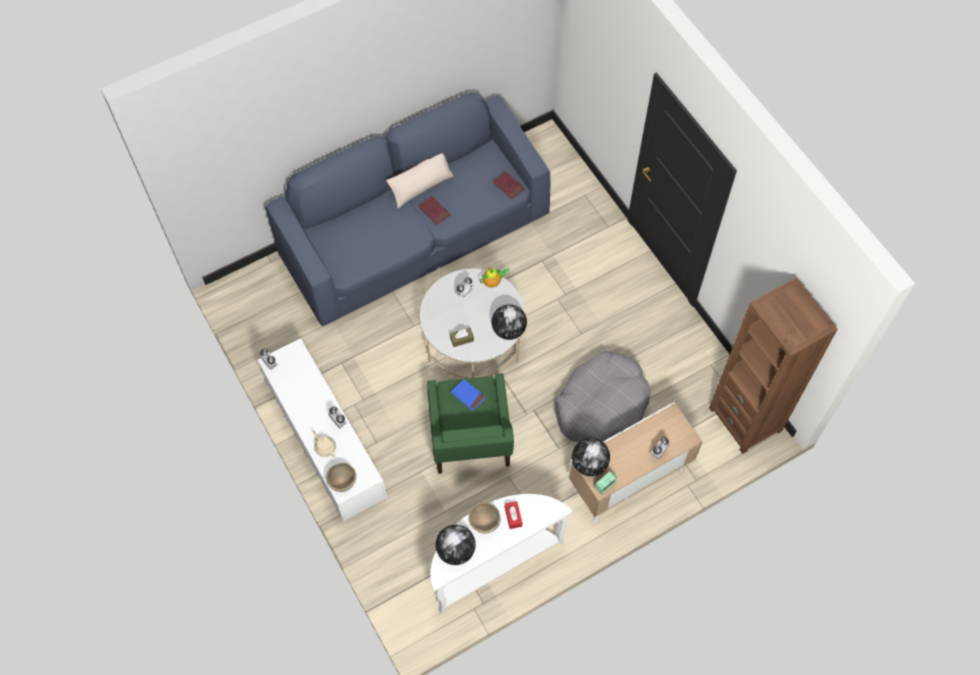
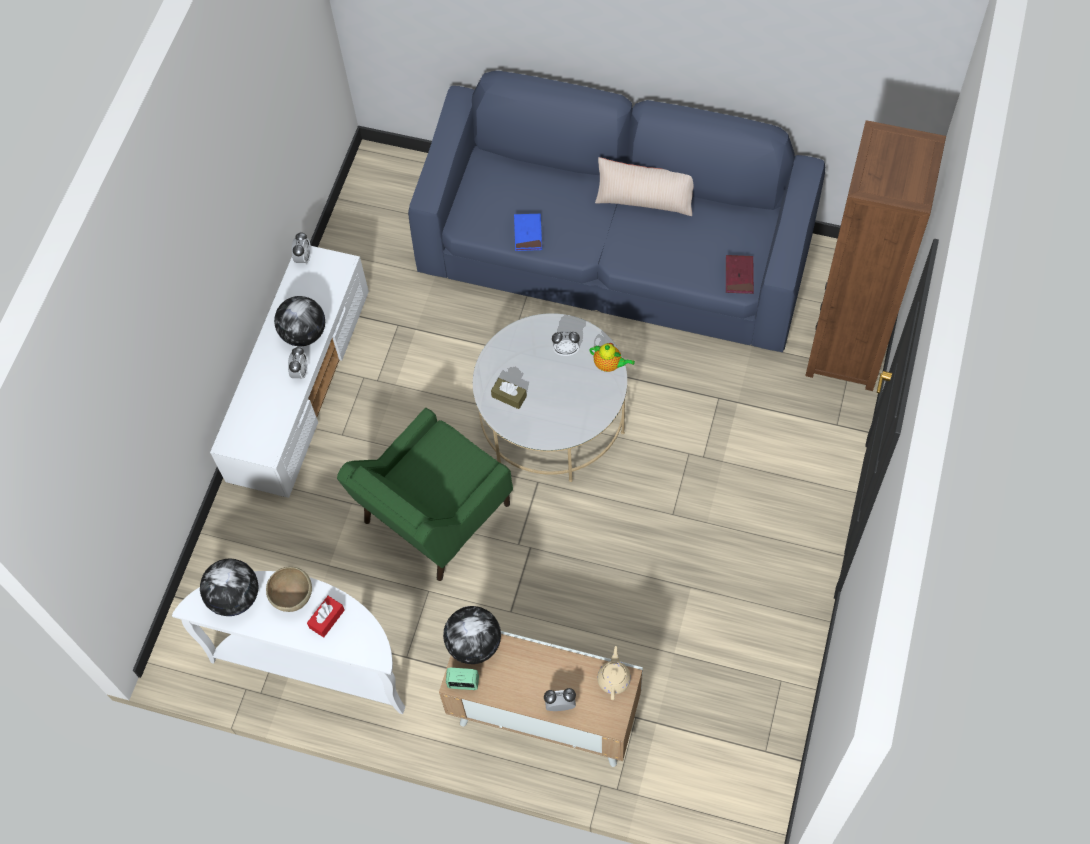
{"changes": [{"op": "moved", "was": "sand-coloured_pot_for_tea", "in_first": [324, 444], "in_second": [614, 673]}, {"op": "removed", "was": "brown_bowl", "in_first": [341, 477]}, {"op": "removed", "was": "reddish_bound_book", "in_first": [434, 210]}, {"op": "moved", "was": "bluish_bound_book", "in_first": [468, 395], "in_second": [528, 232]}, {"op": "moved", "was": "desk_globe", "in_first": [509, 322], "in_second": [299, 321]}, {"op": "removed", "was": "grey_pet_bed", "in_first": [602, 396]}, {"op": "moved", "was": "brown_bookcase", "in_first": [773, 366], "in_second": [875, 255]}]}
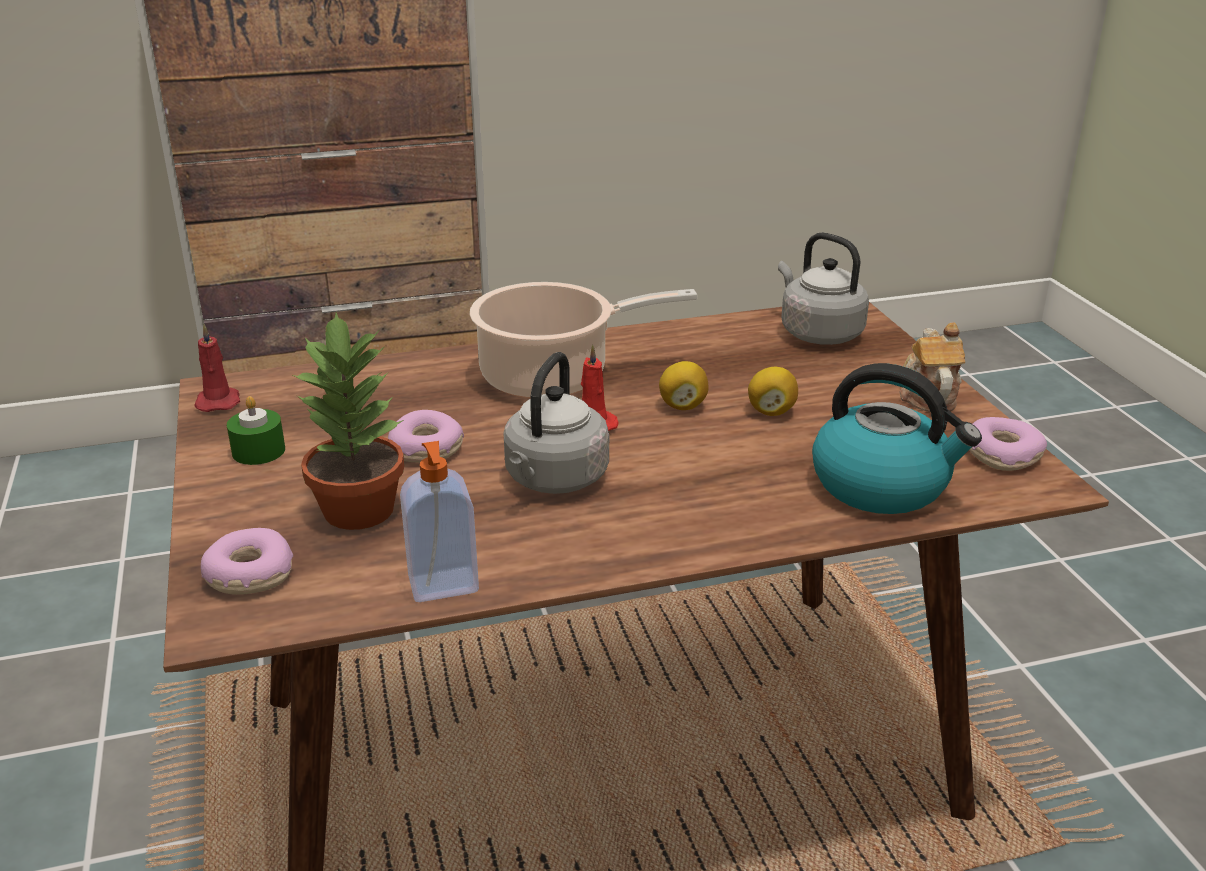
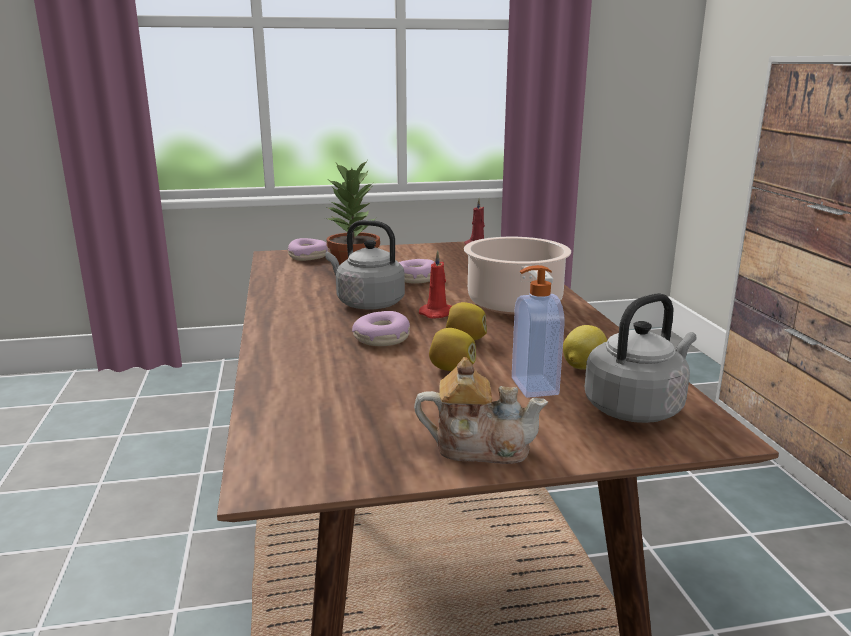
{"changes": [{"op": "removed", "was": "green_candle", "in_first": [256, 430]}, {"op": "moved", "was": "liquid_soap_bottle", "in_first": [439, 521], "in_second": [538, 331]}, {"op": "removed", "was": "water_kettle", "in_first": [897, 438]}, {"op": "moved", "was": "doughnut", "in_first": [1008, 444], "in_second": [381, 328]}, {"op": "added", "now": "lemon", "in_second": [585, 347]}]}
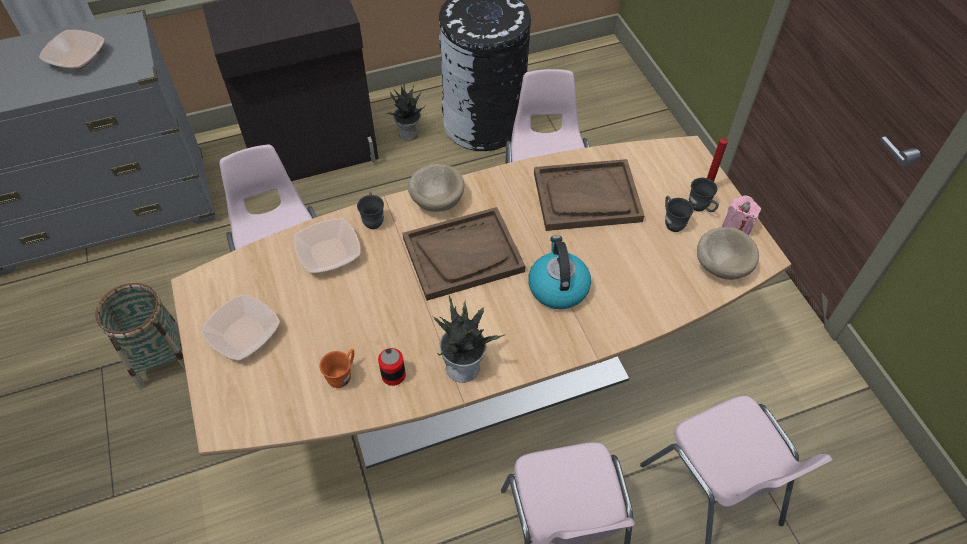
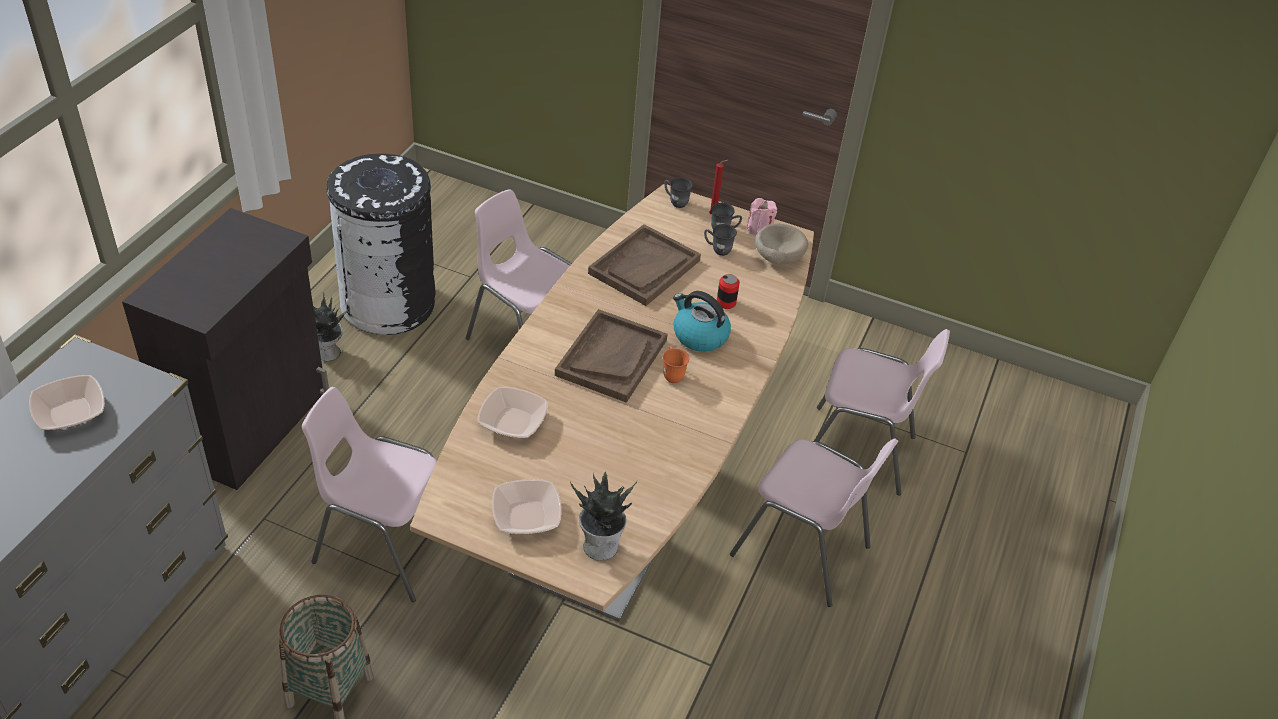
{"changes": [{"op": "moved", "was": "orange-coloured_coffee_mug", "in_first": [336, 368], "in_second": [676, 364]}, {"op": "moved", "was": "grey_coffee_mug", "in_first": [370, 210], "in_second": [678, 192]}, {"op": "moved", "was": "sealed_can", "in_first": [392, 367], "in_second": [728, 291]}, {"op": "removed", "was": "sand-coloured_bowl", "in_first": [435, 188]}, {"op": "moved", "was": "houseplant", "in_first": [468, 339], "in_second": [603, 516]}]}
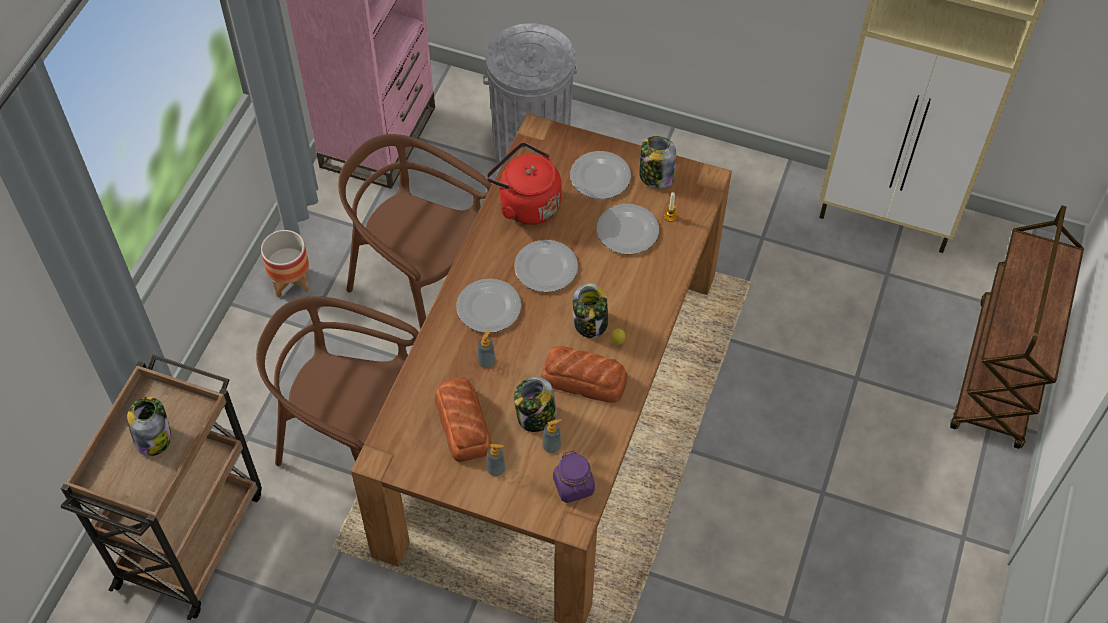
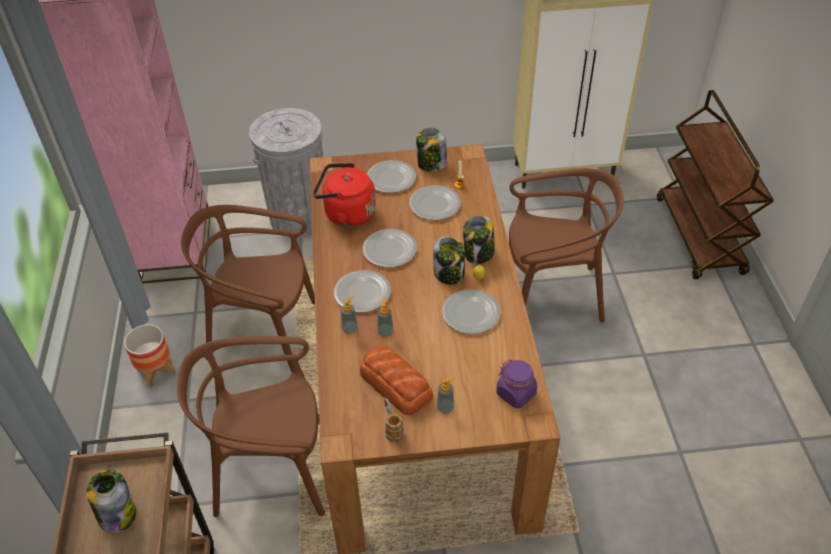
{"changes": [{"op": "moved", "was": "preserve_jar", "in_first": [535, 404], "in_second": [479, 240]}, {"op": "replaced", "was": "bakery_bread", "now": "dinner_plate", "in_first": [584, 374], "in_second": [471, 312]}, {"op": "moved", "was": "liquid_soap_bottle", "in_first": [552, 436], "in_second": [349, 315]}, {"op": "added", "now": "coffee_mug", "in_second": [394, 420]}, {"op": "added", "now": "brown_chair", "in_second": [566, 245]}]}
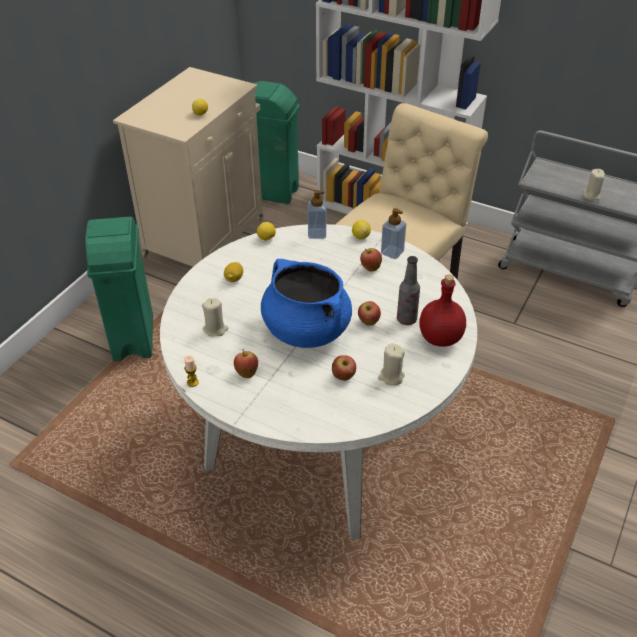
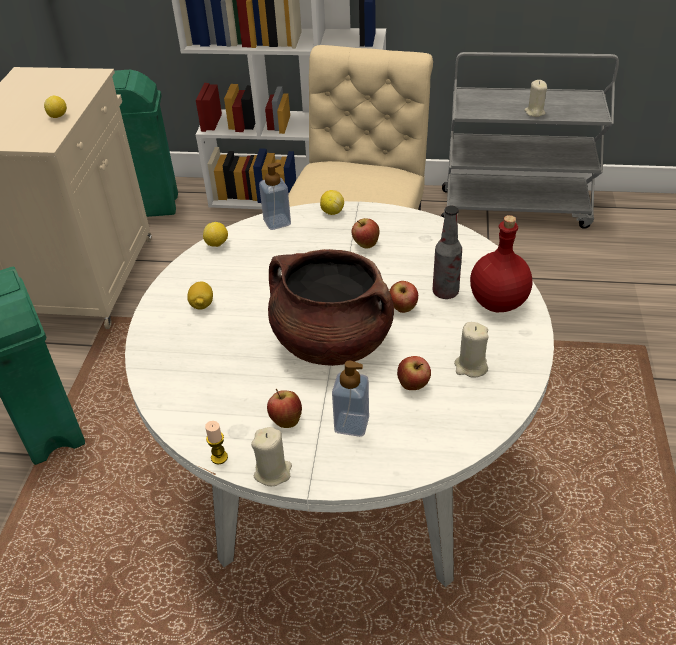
{"changes": [{"op": "moved", "was": "sand-coloured_candle", "in_first": [215, 317], "in_second": [271, 456]}, {"op": "recoloured", "was": "bluish_saucepot", "now": "brown_saucepot", "in_first": [306, 303], "in_second": [331, 307]}, {"op": "moved", "was": "liquid_soap_bottle", "in_first": [393, 233], "in_second": [350, 399]}]}
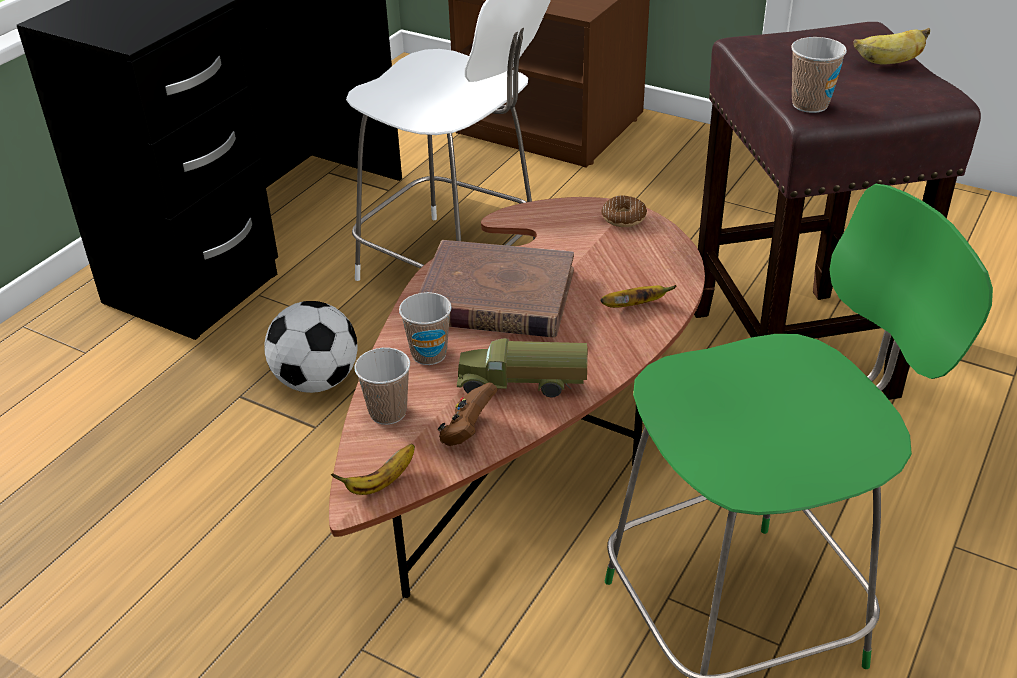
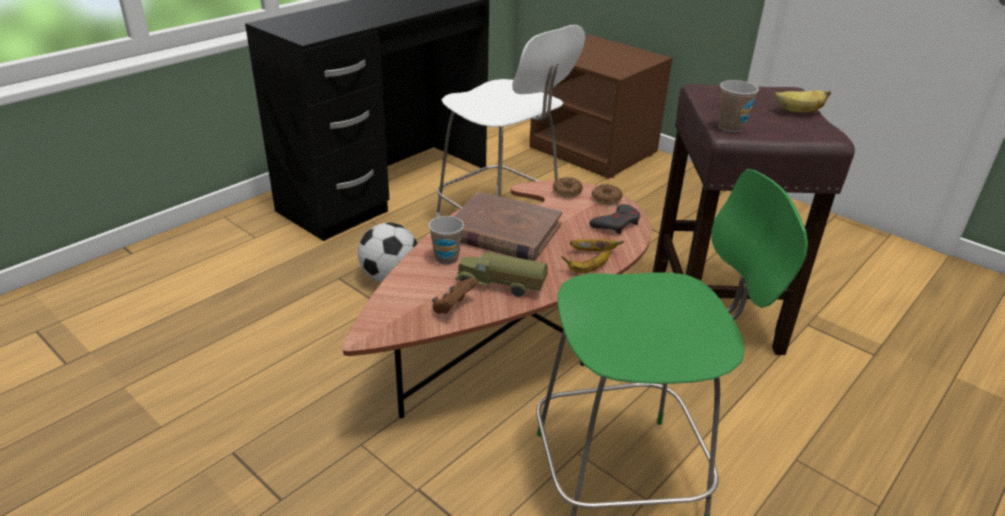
{"changes": [{"op": "moved", "was": "banana", "in_first": [373, 469], "in_second": [586, 262]}, {"op": "removed", "was": "small_cup", "in_first": [382, 386]}, {"op": "added", "now": "doughnut", "in_second": [568, 187]}, {"op": "added", "now": "grey_game_controller", "in_second": [614, 219]}]}
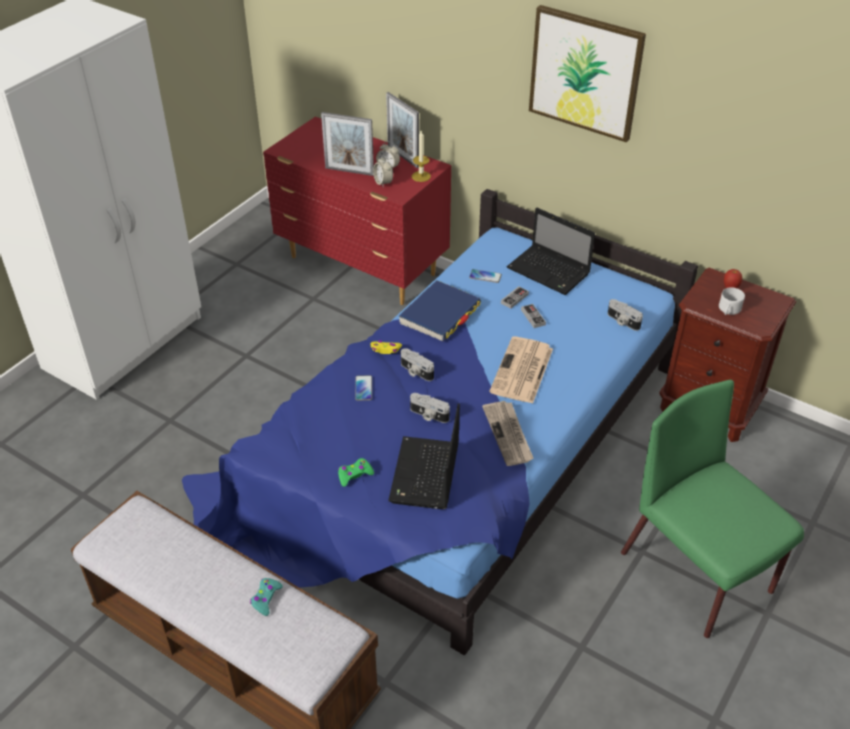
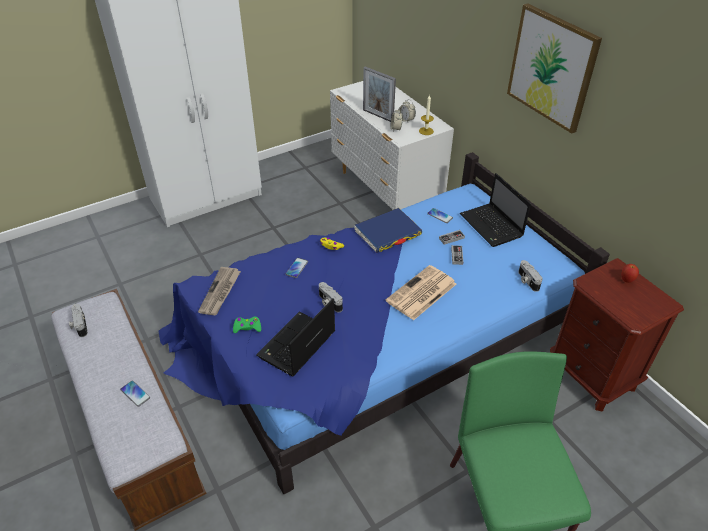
{"changes": [{"op": "replaced", "was": "blue-green_game_controller", "now": "handset", "in_first": [266, 597], "in_second": [135, 393]}, {"op": "recoloured", "was": "reddish_drawer_chest", "now": "white-coloured_drawer_chest", "in_first": [357, 211], "in_second": [392, 145]}, {"op": "removed", "was": "standing_frame", "in_first": [402, 130]}, {"op": "moved", "was": "still_camera", "in_first": [417, 364], "in_second": [78, 320]}, {"op": "moved", "was": "printed_paper", "in_first": [508, 433], "in_second": [219, 291]}, {"op": "removed", "was": "white-coloured_coffee_mug", "in_first": [732, 301]}]}
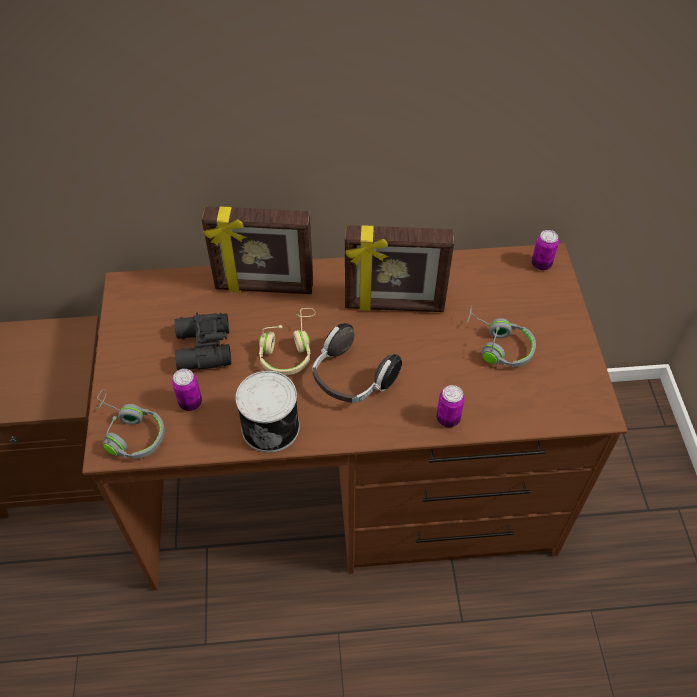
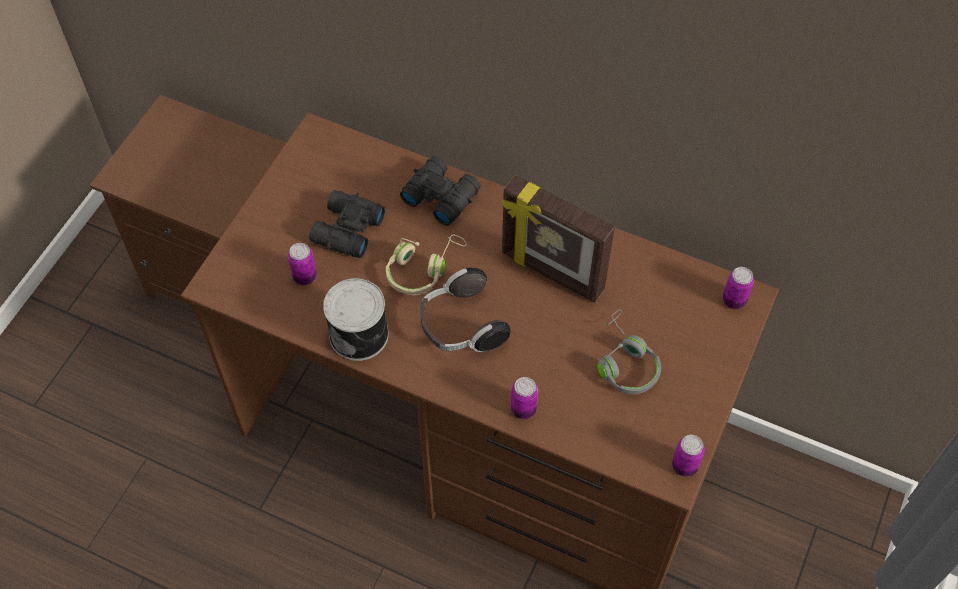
{"changes": [{"op": "removed", "was": "grey_headset", "in_first": [130, 424]}, {"op": "replaced", "was": "standing_frame", "now": "black_field_glasses", "in_first": [257, 250], "in_second": [440, 191]}, {"op": "added", "now": "sealed_can", "in_second": [688, 456]}]}
